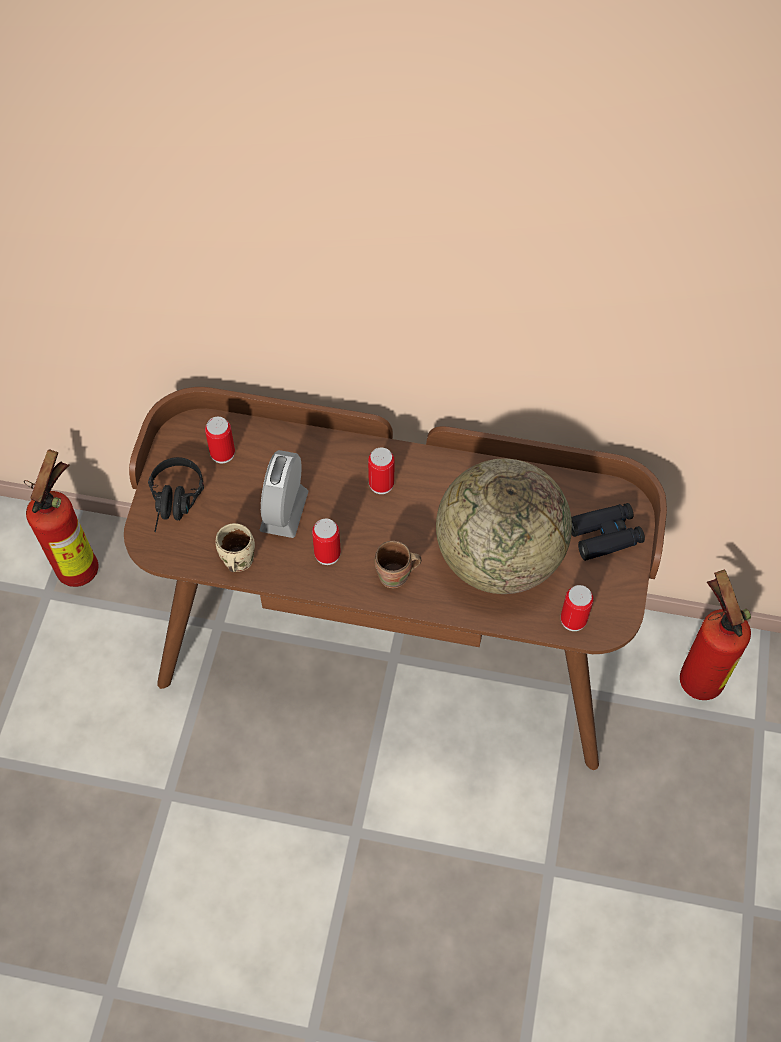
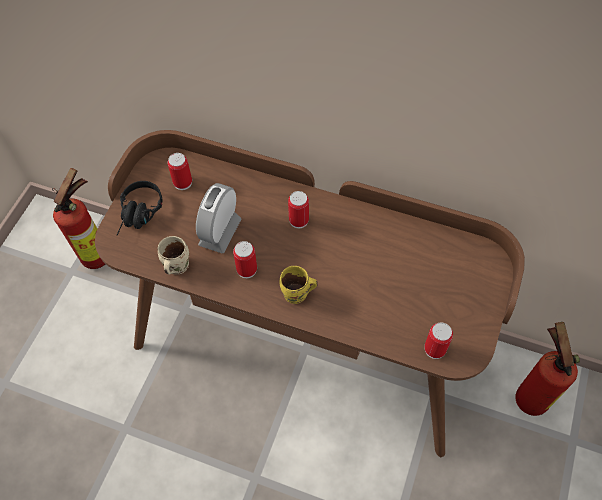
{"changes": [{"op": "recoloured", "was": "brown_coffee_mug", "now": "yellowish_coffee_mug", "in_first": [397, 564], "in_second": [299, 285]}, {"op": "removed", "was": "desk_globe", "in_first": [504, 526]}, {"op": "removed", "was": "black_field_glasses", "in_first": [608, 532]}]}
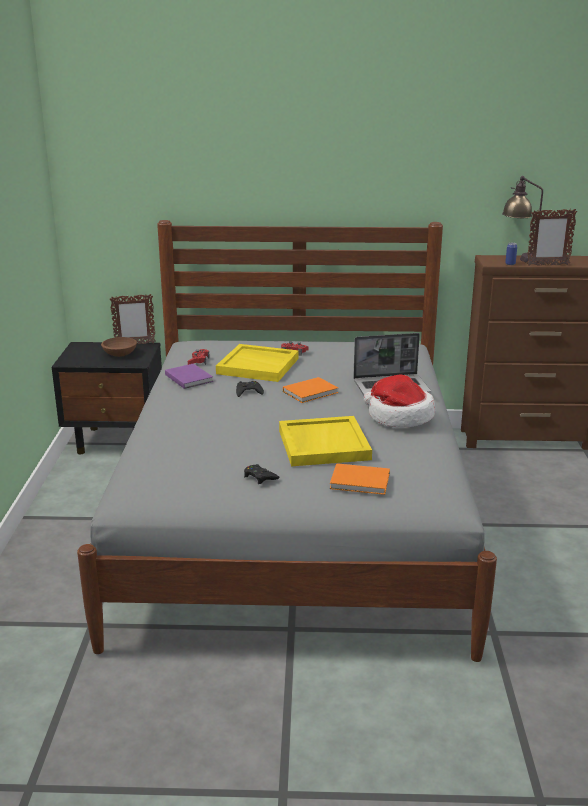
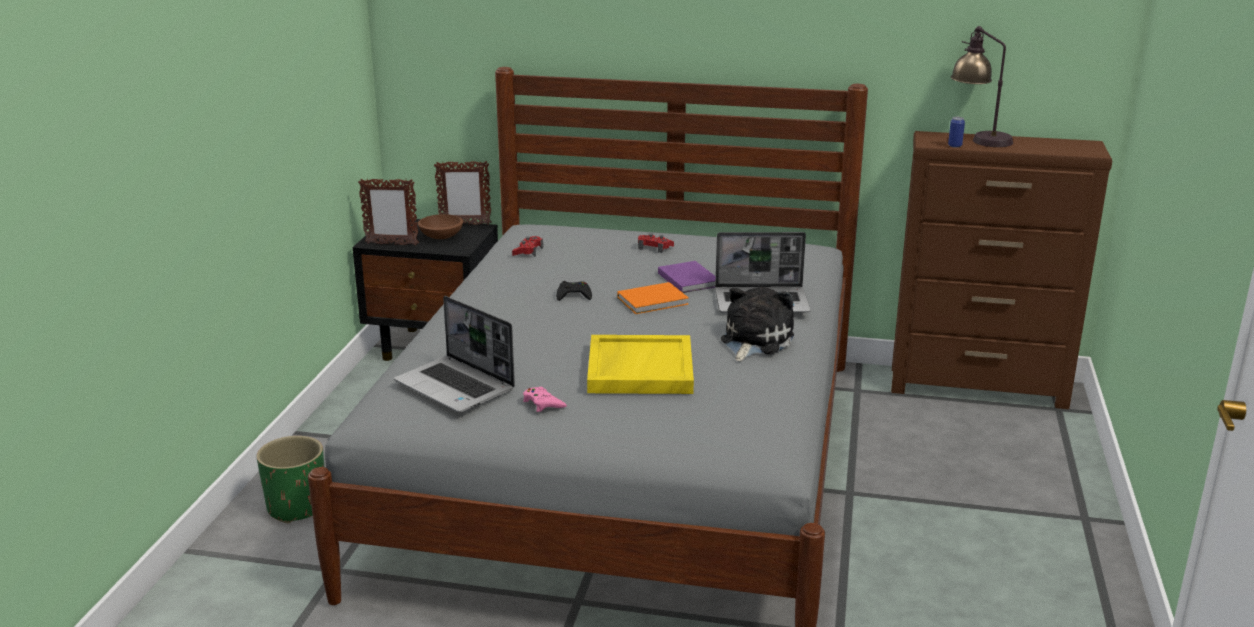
{"changes": [{"op": "moved", "was": "purple_bound_book", "in_first": [189, 376], "in_second": [686, 277]}, {"op": "removed", "was": "yellowish_tray", "in_first": [257, 363]}, {"op": "recoloured", "was": "black_game_controller", "now": "pink-coloured_game_controller", "in_first": [262, 474], "in_second": [545, 399]}, {"op": "removed", "was": "orange-coloured_bound_book", "in_first": [360, 479]}, {"op": "replaced", "was": "clothing_hat", "now": "plush_toy", "in_first": [399, 401], "in_second": [757, 324]}, {"op": "moved", "was": "standing_frame", "in_first": [552, 237], "in_second": [388, 212]}, {"op": "added", "now": "green_planter", "in_second": [290, 480]}, {"op": "added", "now": "laptop", "in_second": [454, 354]}]}
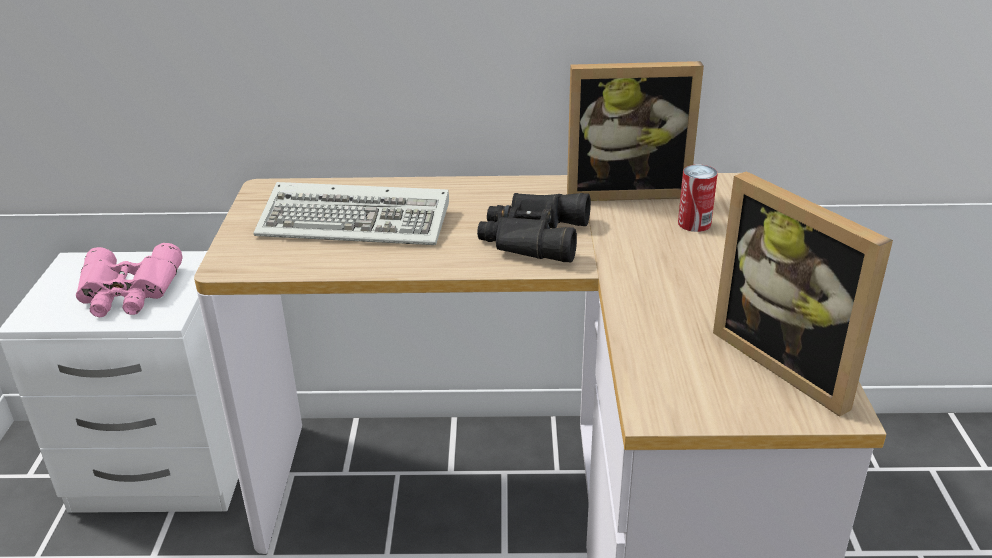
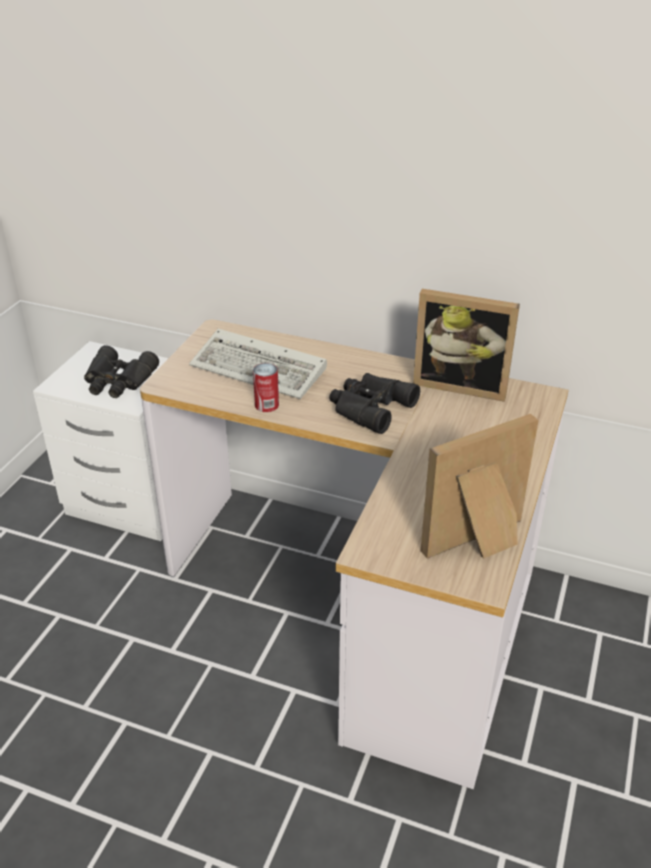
{"changes": [{"op": "recoloured", "was": "pink-coloured_field_glasses", "now": "black_field_glasses", "in_first": [129, 280], "in_second": [121, 371]}, {"op": "moved", "was": "sealed_can", "in_first": [698, 198], "in_second": [266, 387]}, {"op": "turned", "was": "standing_frame", "in_first": [803, 294], "in_second": [480, 486], "clockwise": 75}]}
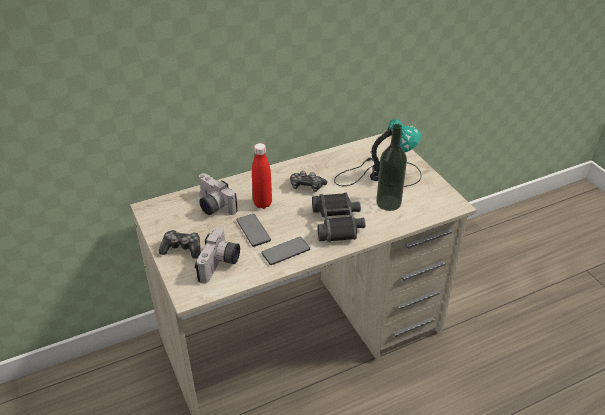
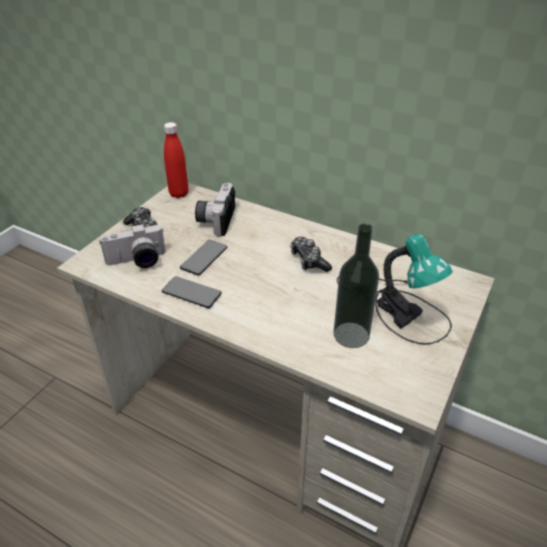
{"changes": [{"op": "moved", "was": "reddish_drink_bottle", "in_first": [262, 176], "in_second": [176, 160]}, {"op": "removed", "was": "black_field_glasses", "in_first": [338, 217]}]}
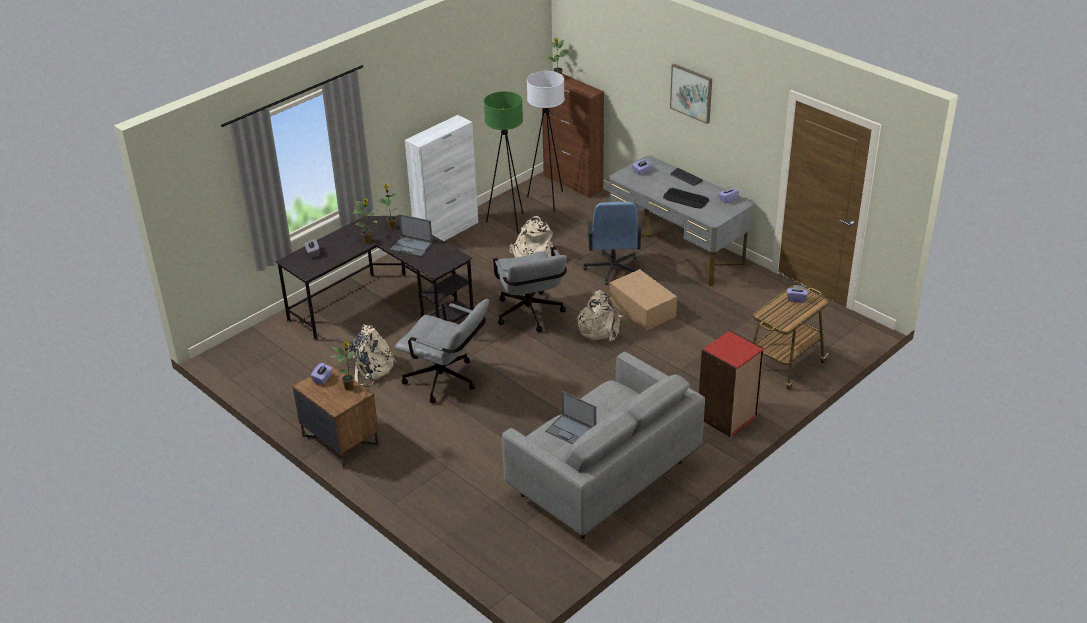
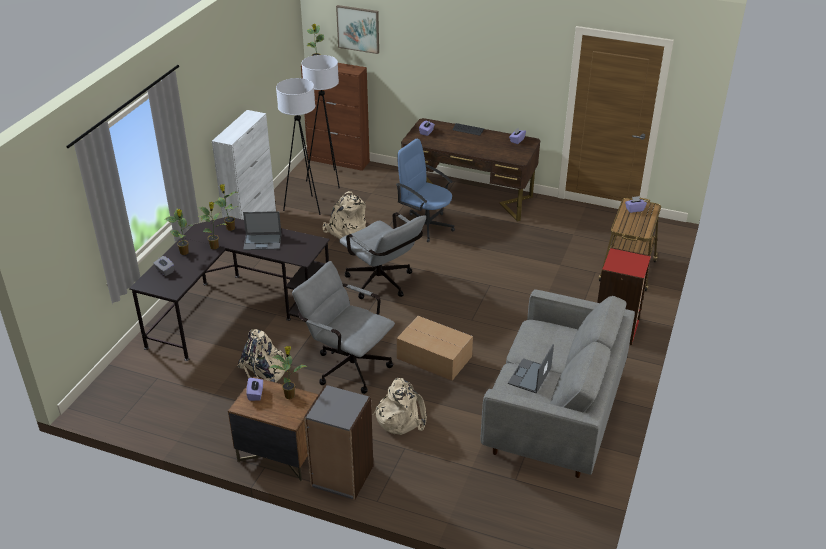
{"changes": [{"op": "turned", "was": "grey_office_chair", "in_first": [442, 351], "in_second": [343, 327], "clockwise": -150}, {"op": "recoloured", "was": "green_standing_lamp", "now": "white-coloured_standing_lamp", "in_first": [503, 162], "in_second": [298, 146]}, {"op": "turned", "was": "laptop", "in_first": [570, 417], "in_second": [531, 369], "clockwise": 105}, {"op": "moved", "was": "sand-coloured_rucksack", "in_first": [599, 316], "in_second": [399, 406]}, {"op": "turned", "was": "bluish_office_chair", "in_first": [612, 243], "in_second": [425, 190], "clockwise": 150}, {"op": "recoloured", "was": "grey_desk_table", "now": "brown_desk_table", "in_first": [681, 221], "in_second": [470, 169]}, {"op": "moved", "was": "packing_box", "in_first": [643, 300], "in_second": [435, 348]}, {"op": "removed", "was": "keyboard", "in_first": [686, 198]}, {"op": "moved", "was": "wall_picture", "in_first": [691, 94], "in_second": [357, 29]}, {"op": "added", "now": "houseplant", "in_second": [179, 232]}, {"op": "added", "now": "grey_bookcase", "in_second": [338, 442]}]}
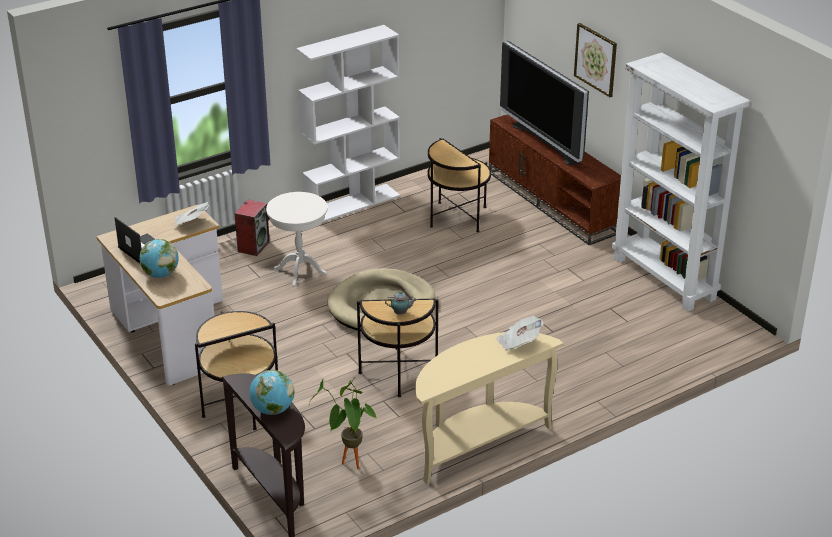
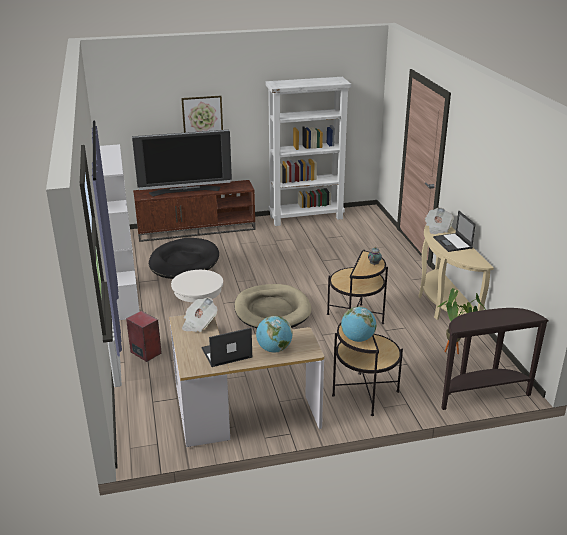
{"changes": [{"op": "moved", "was": "desk_globe", "in_first": [271, 392], "in_second": [358, 324]}, {"op": "replaced", "was": "side_table", "now": "black_pet_bed", "in_first": [459, 185], "in_second": [184, 258]}, {"op": "added", "now": "laptop", "in_second": [454, 231]}]}
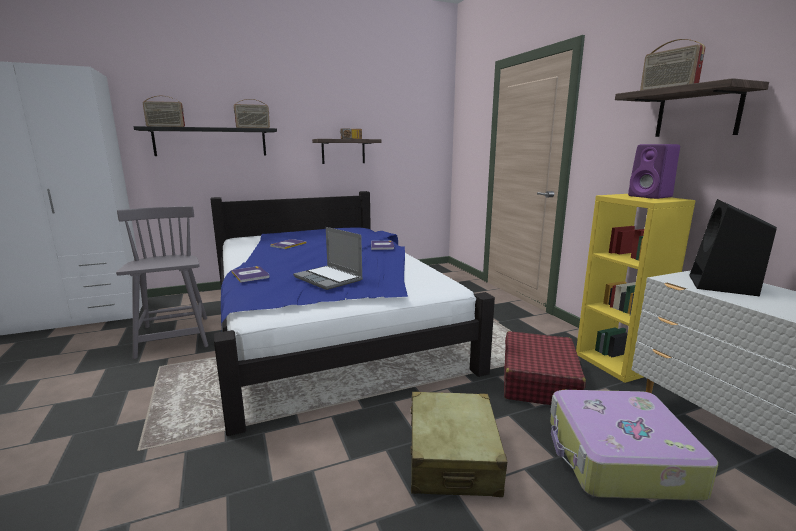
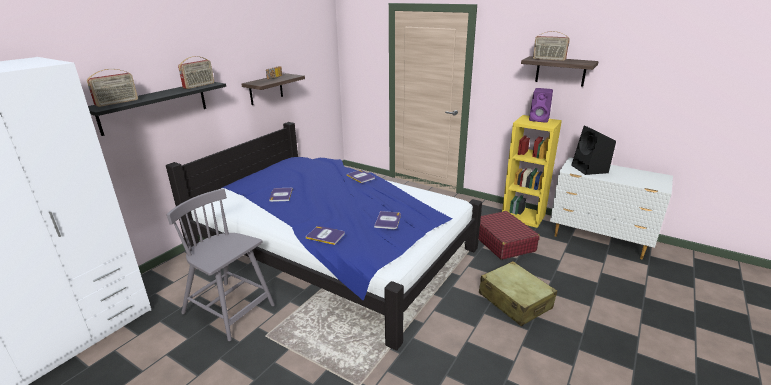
{"changes": [{"op": "replaced", "was": "laptop", "now": "bound_book", "in_first": [328, 258], "in_second": [387, 220]}, {"op": "removed", "was": "suitcase", "in_first": [634, 445]}]}
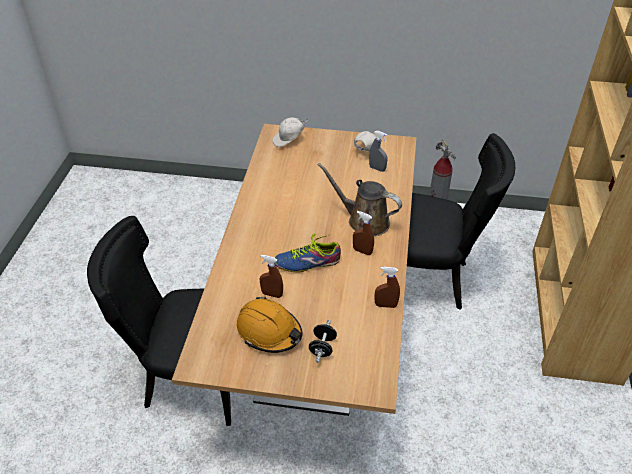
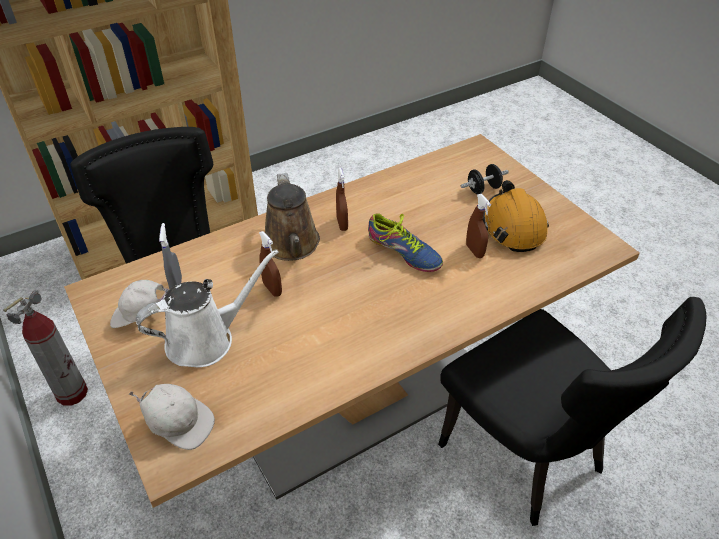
{"changes": [{"op": "moved", "was": "brown_hand_sprayer", "in_first": [387, 287], "in_second": [270, 264]}, {"op": "added", "now": "white-coloured_sprinkling_can", "in_second": [207, 308]}]}
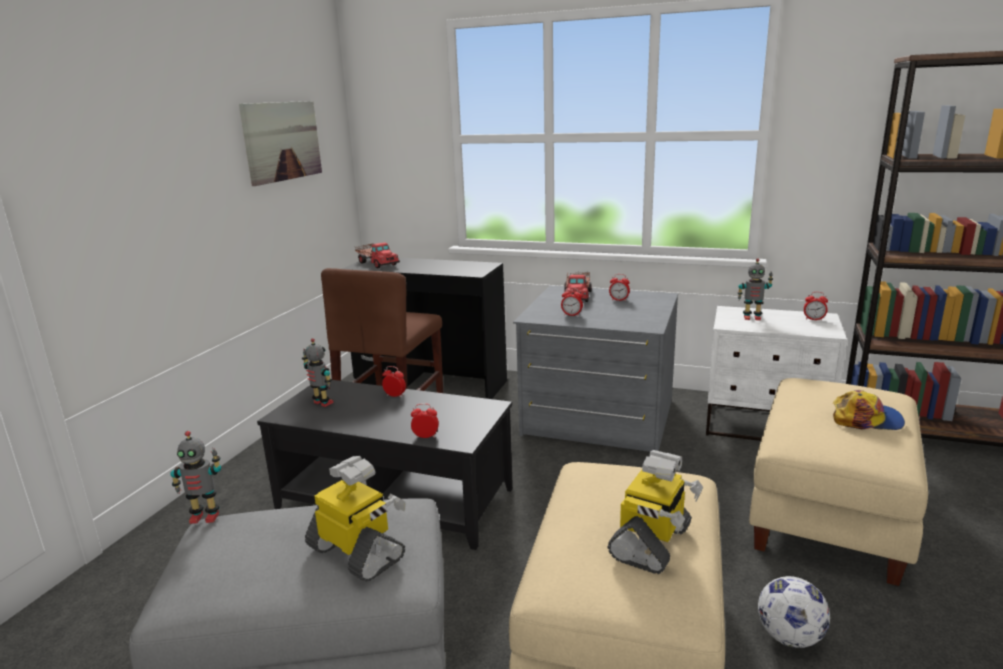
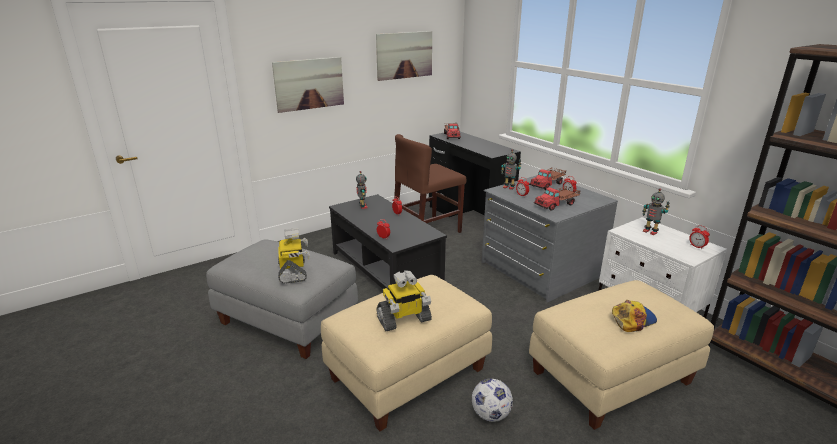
{"changes": [{"op": "moved", "was": "robot_figure", "in_first": [195, 477], "in_second": [511, 169]}, {"op": "turned", "was": "peaked_cap", "in_first": [869, 410], "in_second": [634, 316], "clockwise": -75}, {"op": "added", "now": "wall_picture", "in_second": [308, 85]}, {"op": "added", "now": "toy_truck", "in_second": [557, 198]}]}
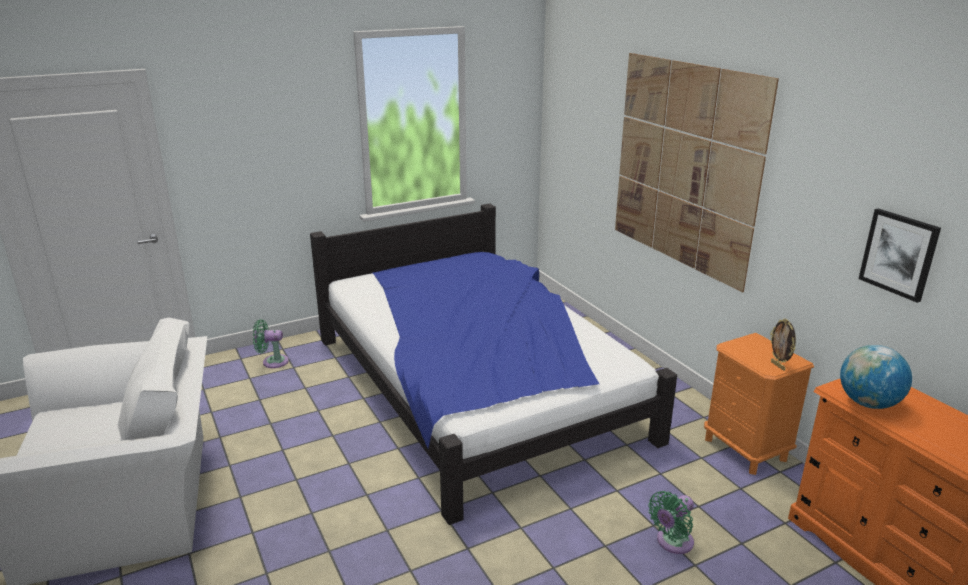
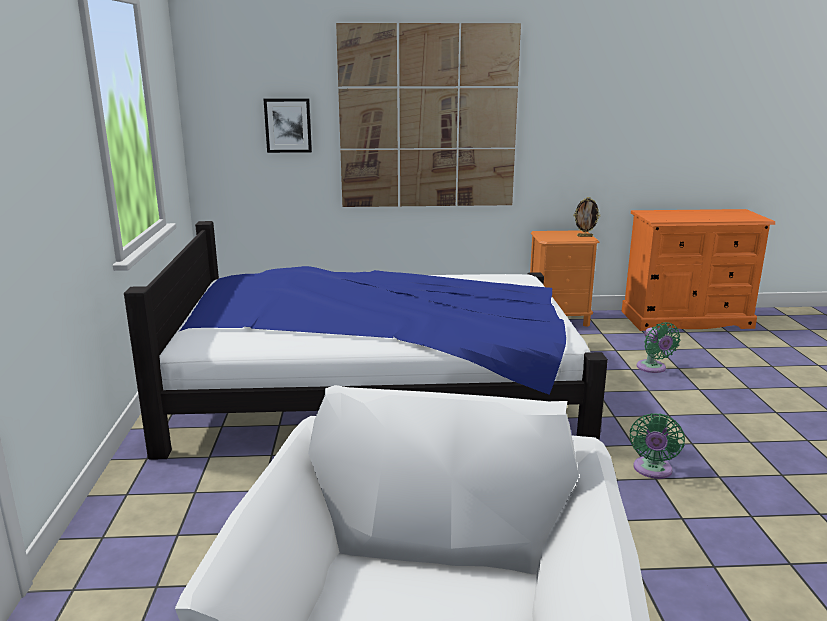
{"changes": [{"op": "moved", "was": "green_cooling_fan", "in_first": [271, 343], "in_second": [657, 446]}, {"op": "removed", "was": "desk_globe", "in_first": [876, 377]}, {"op": "moved", "was": "wall_picture", "in_first": [899, 255], "in_second": [288, 125]}]}
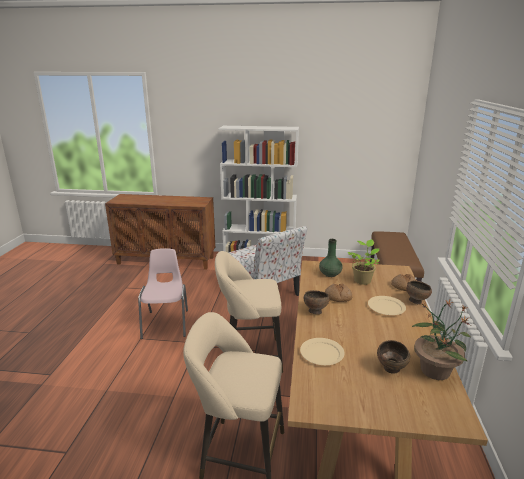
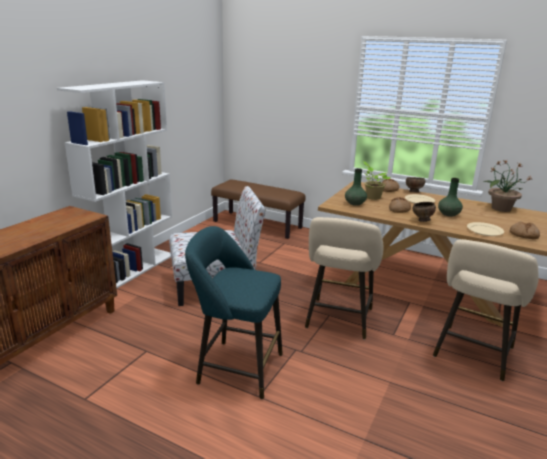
{"changes": [{"op": "replaced", "was": "pink-coloured_chair", "now": "blue-green_stool_seat", "in_first": [163, 293], "in_second": [234, 312]}, {"op": "removed", "was": "brown_bowl", "in_first": [393, 357]}, {"op": "added", "now": "green_decorative_vase", "in_second": [450, 197]}, {"op": "added", "now": "bakery_bread", "in_second": [525, 230]}]}
